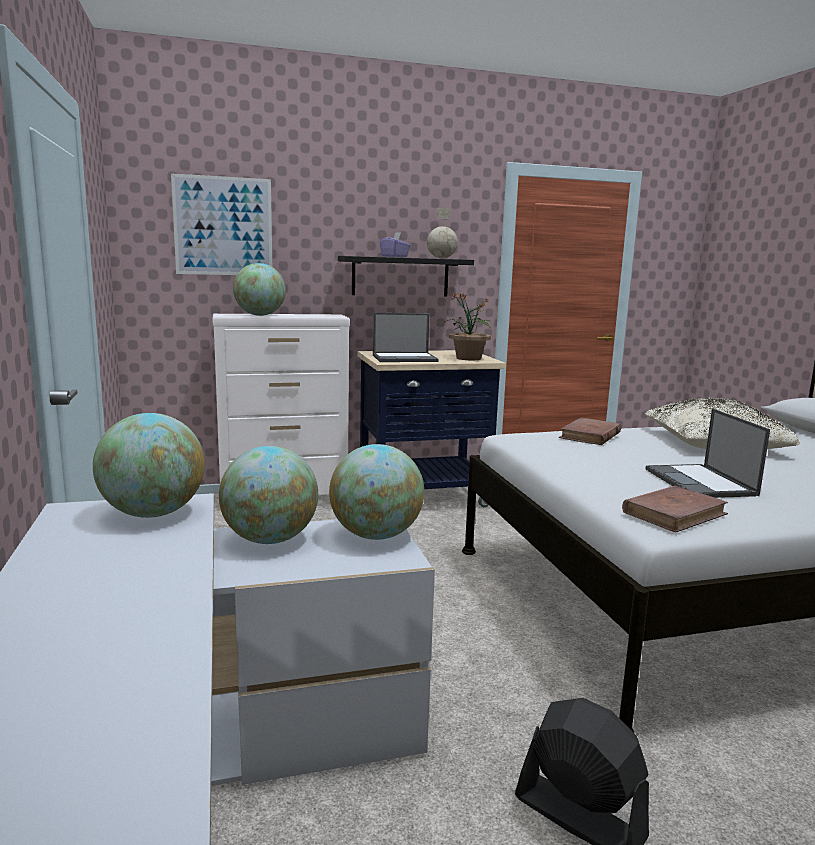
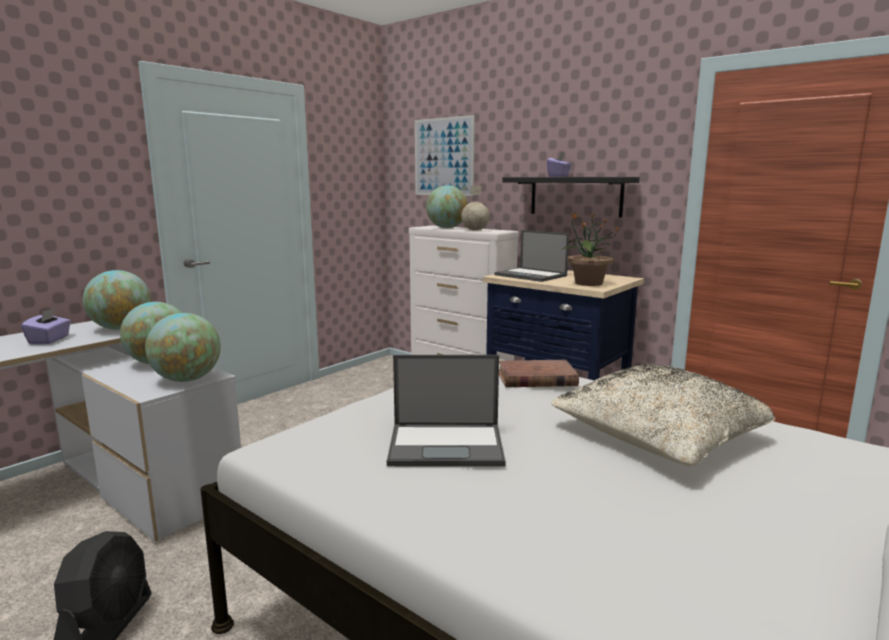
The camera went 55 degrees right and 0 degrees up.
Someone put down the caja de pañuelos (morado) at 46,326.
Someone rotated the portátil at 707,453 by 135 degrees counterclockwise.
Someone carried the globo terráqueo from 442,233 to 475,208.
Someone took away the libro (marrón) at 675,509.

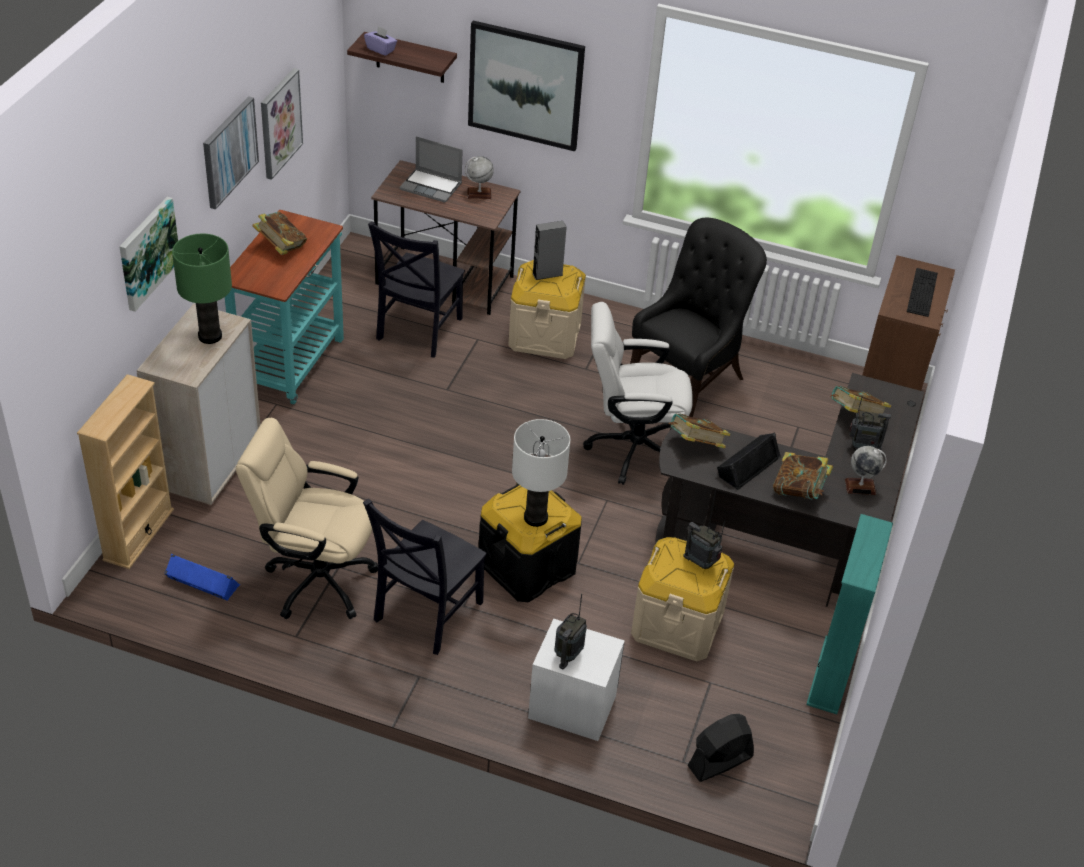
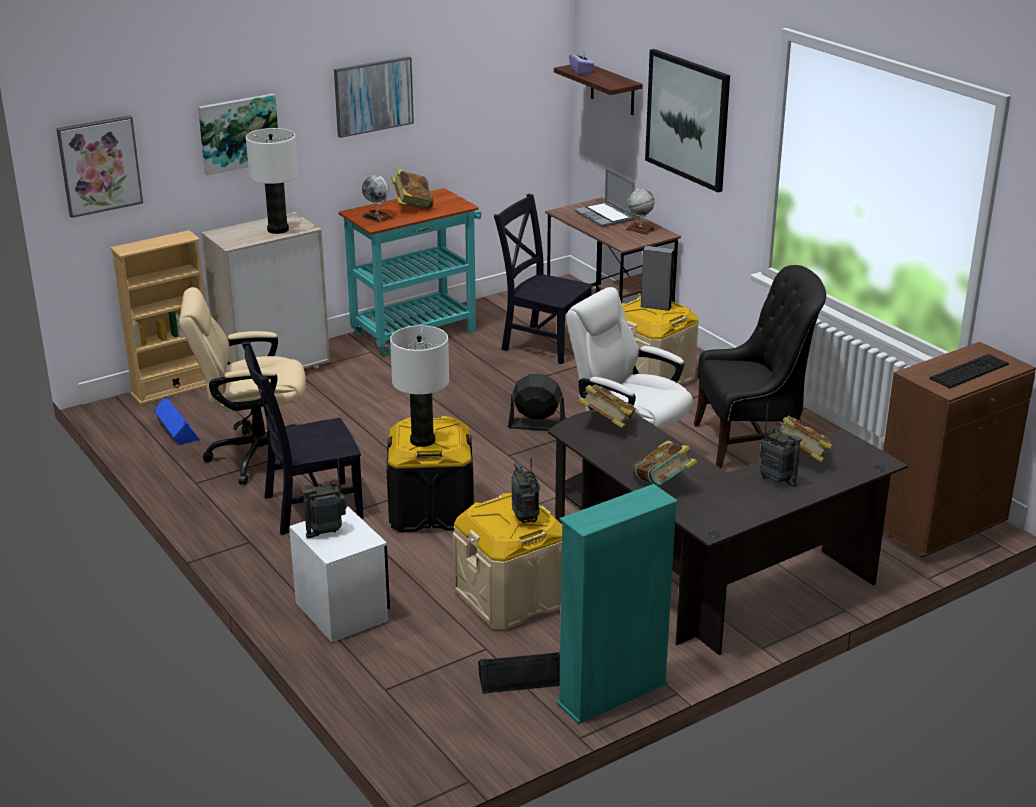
The camera went 40 degrees right and 15 degrees down.
Someone carried the cuadro from 282,124 to 99,166.
Someone rotated the silla de oficina (beis) at 307,518 by 60 degrees counterclockwise.
Someone repainted the lámpara de mesa (verde) at 202,289, which became the lámpara de mesa (blanco) at 272,181.
Someone carried the globo terráqueo from 866,470 to 377,199.
Someone carried the altavoz (negro) from 749,461 to 519,673.
Someone rotated the silla (negro) at 416,289 by 60 degrees clockwise.
Someone carried the ventilador (negro) from 720,748 to 536,402.

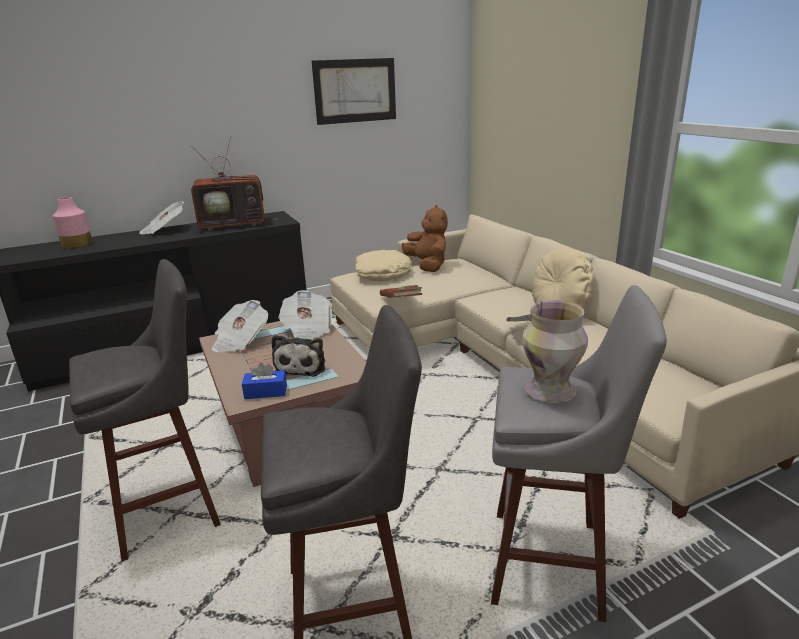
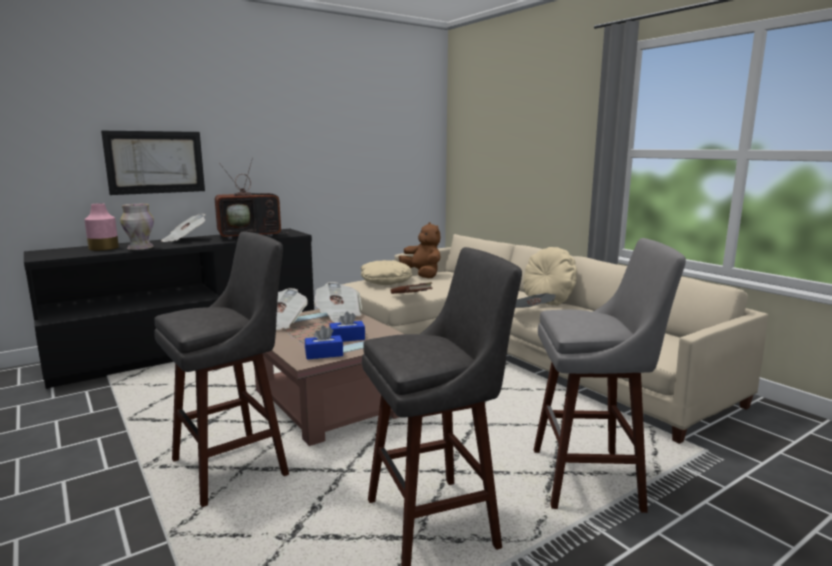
The camera went 10 degrees left and 10 degrees down.
Someone carried the cuadro from 354,91 to 153,163.
Someone carried the florero from 555,351 to 137,227.
Someone swapped the peluche at 298,356 for the caja de pañuelos (azul) at 347,327.

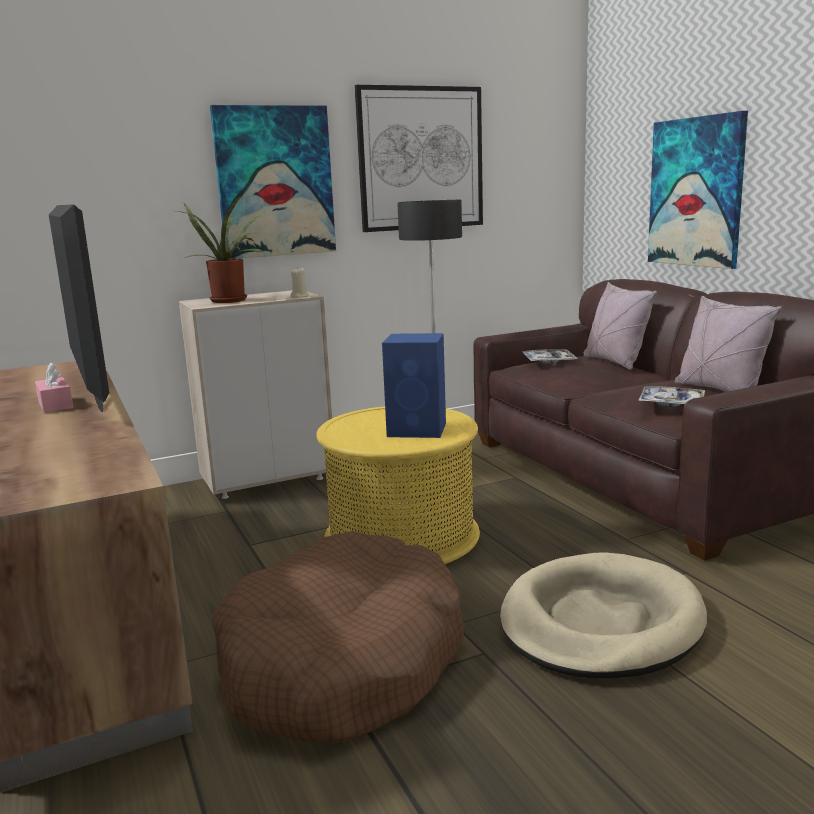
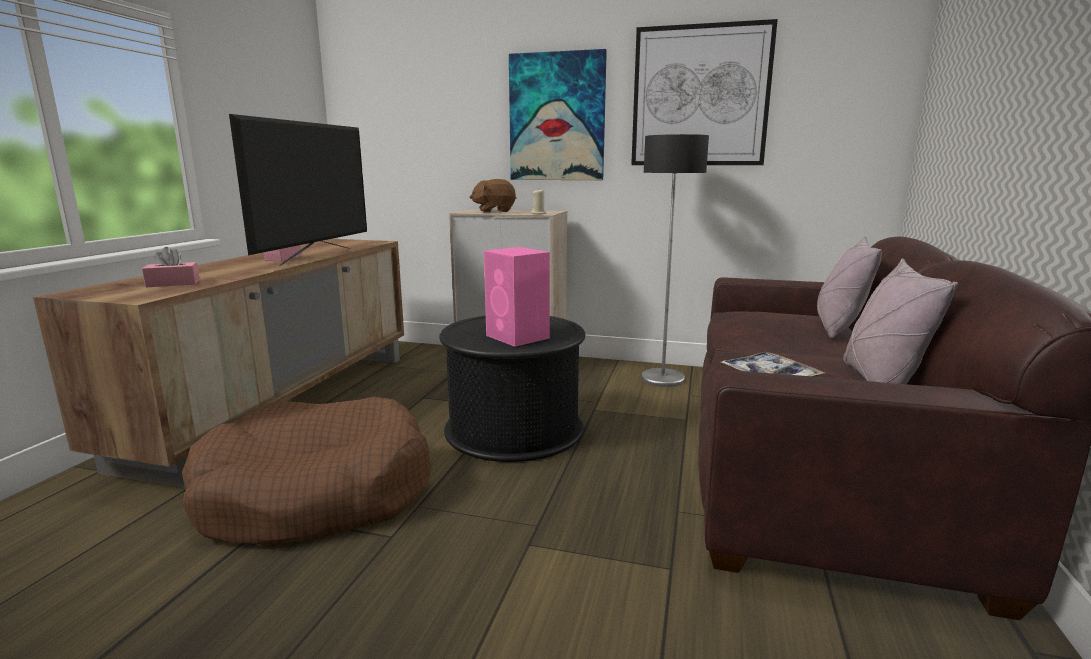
The camera went 40 degrees right and 0 degrees up.
Someone put down the caja de pañuelos (rosa) at 171,267.
Someone repainted the mesa de centro (amarillo) at 398,485, which became the mesa de centro (negro) at 512,389.
Someone swapped the planta en maceta at 221,248 for the peluche (marrón) at 493,195.
Someone repainted the altavoz (azul) at 414,385, which became the altavoz (rosa) at 517,297.
Someone took away the cama para perro (beis) at 603,615.
Someone took away the bandeja at 550,356.
Someone took away the cuadro at 698,190.

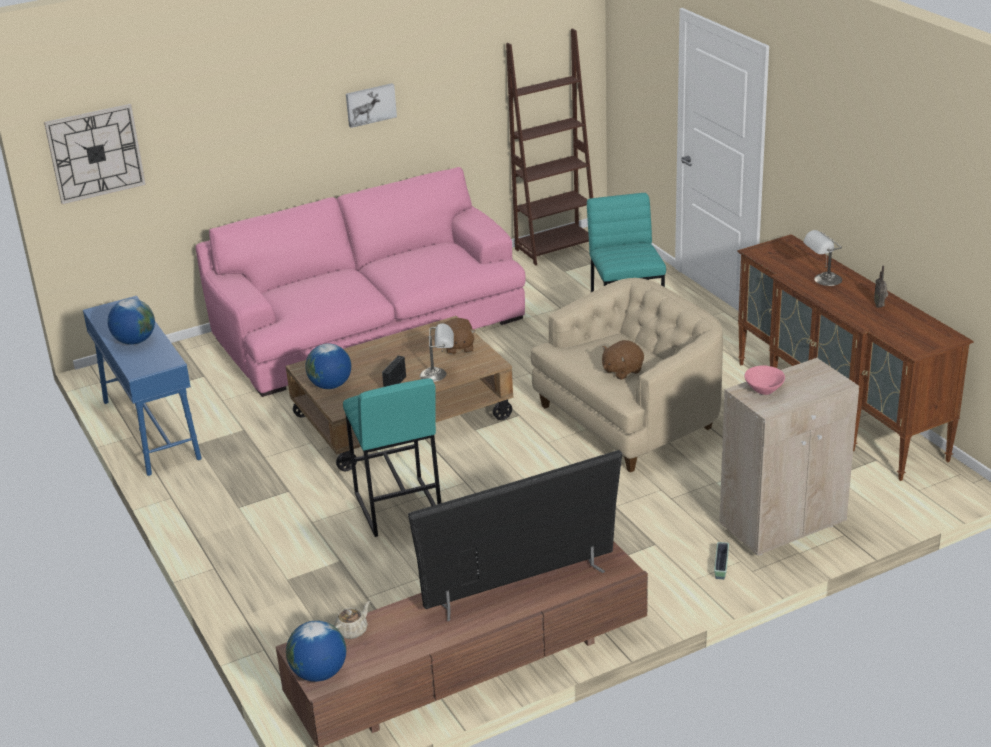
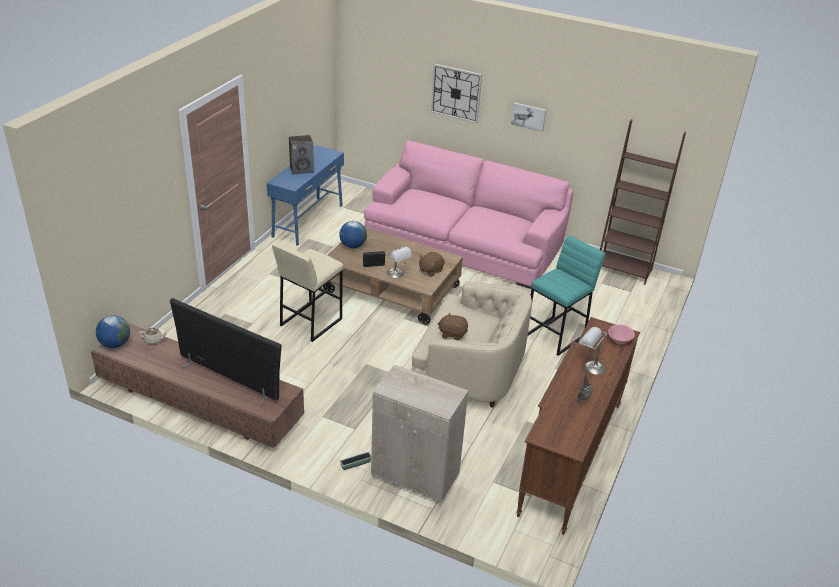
The camera went 50 degrees right and 5 degrees up.
Someone repainted the taburete (turquesa) at 392,457, which became the taburete (beis) at 307,292.
Someone swapped the globo terráqueo at 131,322 for the altavoz at 301,154.
Someone carried the reloj de pared from 95,154 to 456,94.
Someone carried the cuenco (rosa) from 765,380 to 621,335.

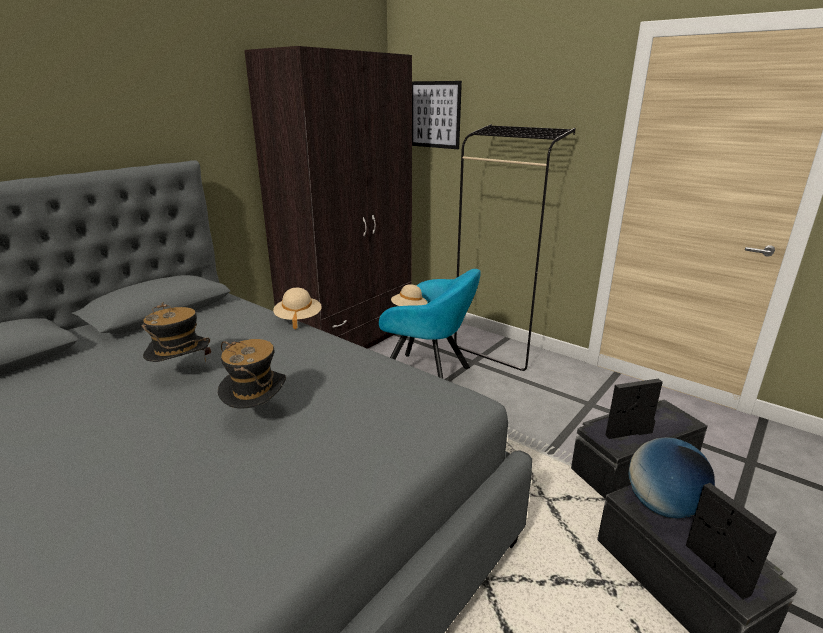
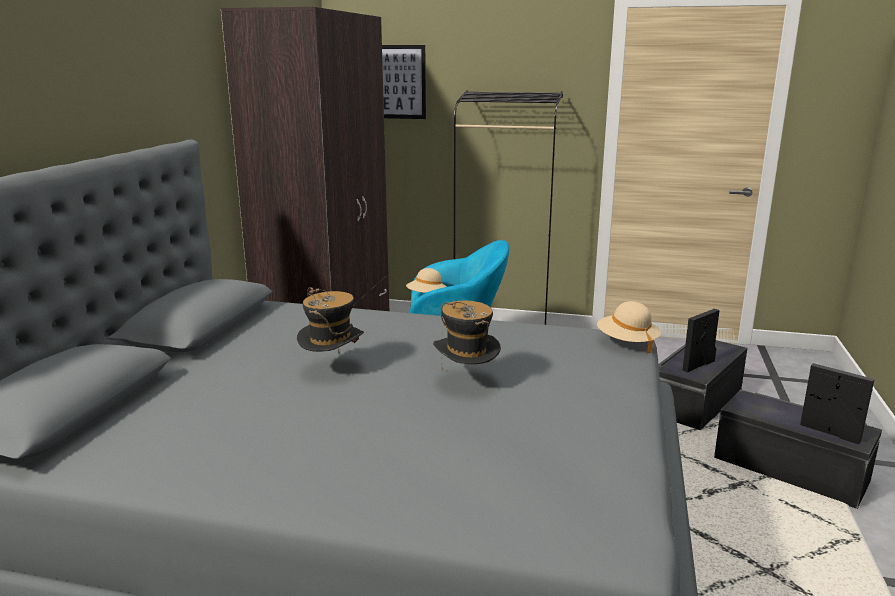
The camera went 25 degrees left and 5 degrees down.
Someone carried the sombrero (beis) from 297,308 to 629,327.
Someone took away the globo terráqueo at 672,478.

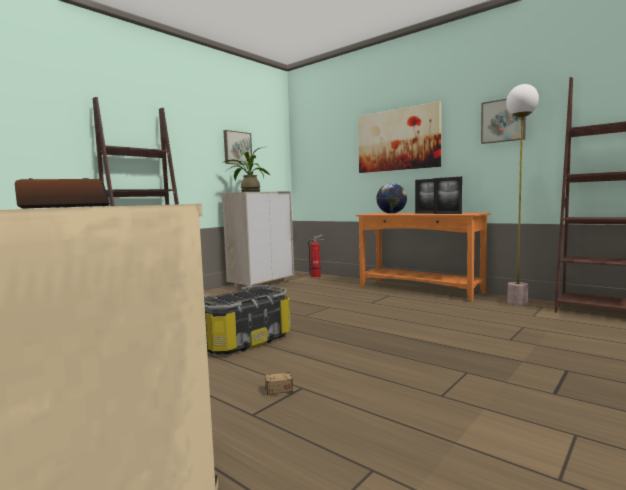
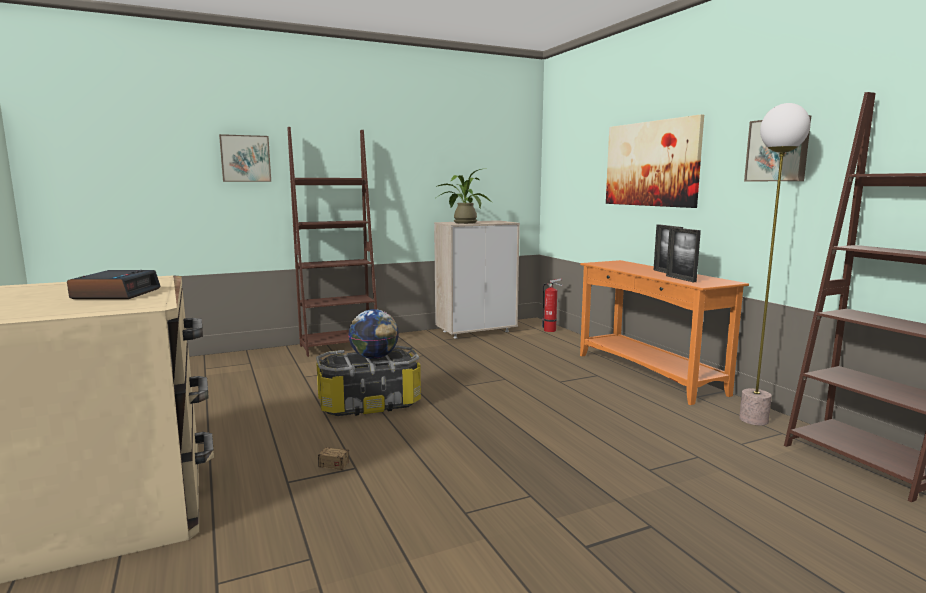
The camera went 25 degrees right and 5 degrees up.
Someone carried the cuadro from 237,147 to 245,158.
Someone carried the globo terráqueo from 391,198 to 373,334.

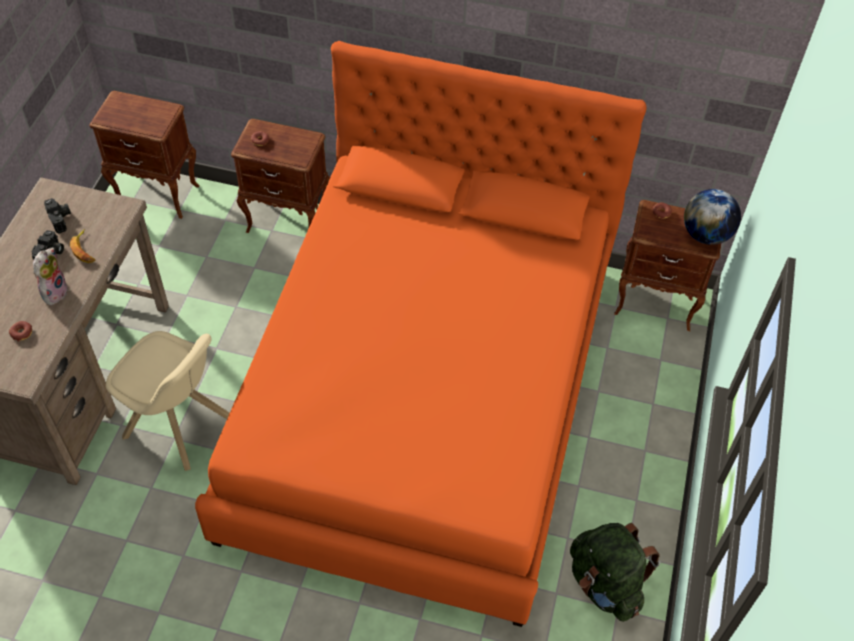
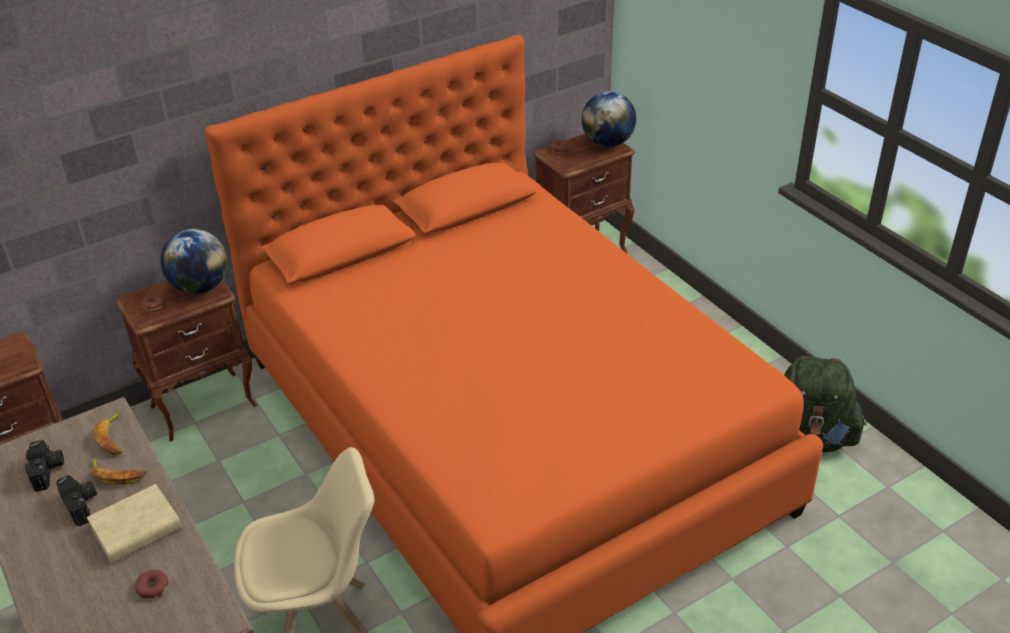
The camera went 45 degrees left and 15 degrees down.
Someone rotated the cámara at 57,216 by 60 degrees clockwise.
Someone swapped the peluche at 51,276 for the libro (beis) at 134,523.
Someone put down the plátano at 108,433.
Someone put down the globo terráqueo at 194,261.

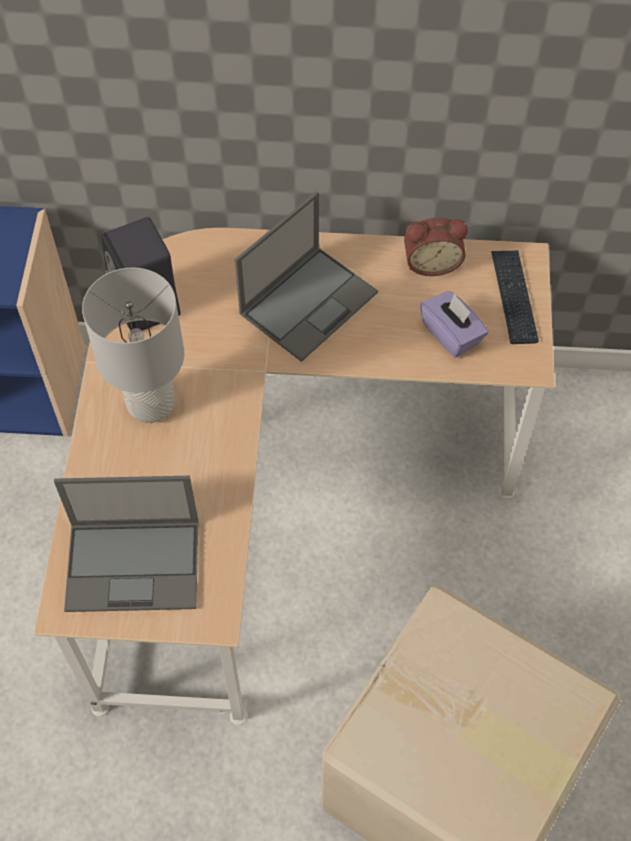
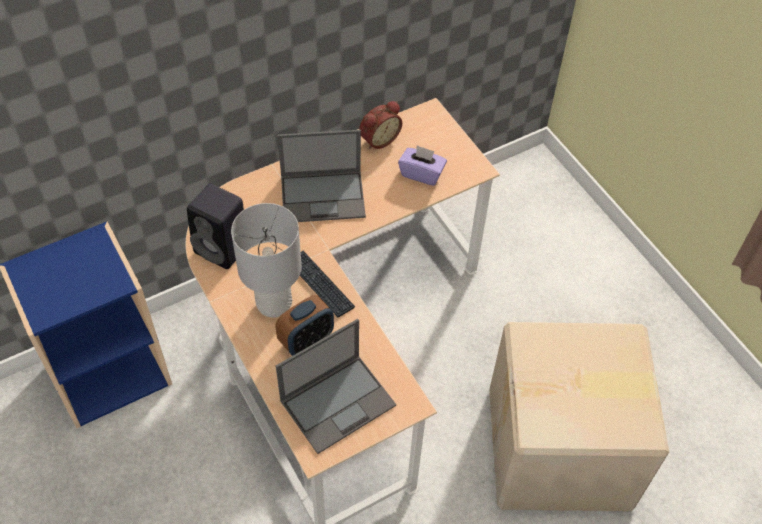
The camera went 35 degrees left and 5 degrees down.
Someone put down the despertador at 304,325.
Someone rotated the portátil at 306,276 by 75 degrees clockwise.
Someone carried the teclado from 515,297 to 327,284.

